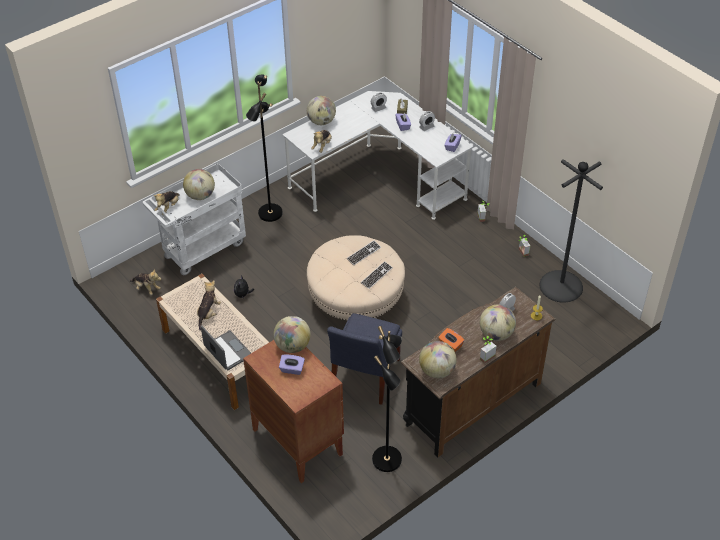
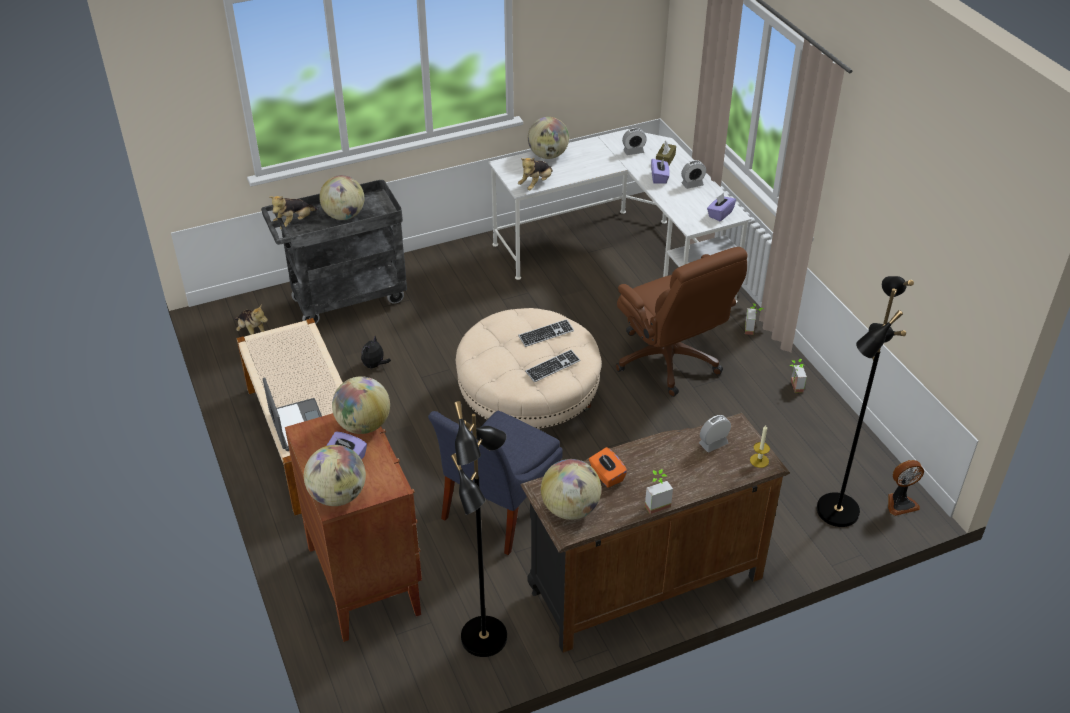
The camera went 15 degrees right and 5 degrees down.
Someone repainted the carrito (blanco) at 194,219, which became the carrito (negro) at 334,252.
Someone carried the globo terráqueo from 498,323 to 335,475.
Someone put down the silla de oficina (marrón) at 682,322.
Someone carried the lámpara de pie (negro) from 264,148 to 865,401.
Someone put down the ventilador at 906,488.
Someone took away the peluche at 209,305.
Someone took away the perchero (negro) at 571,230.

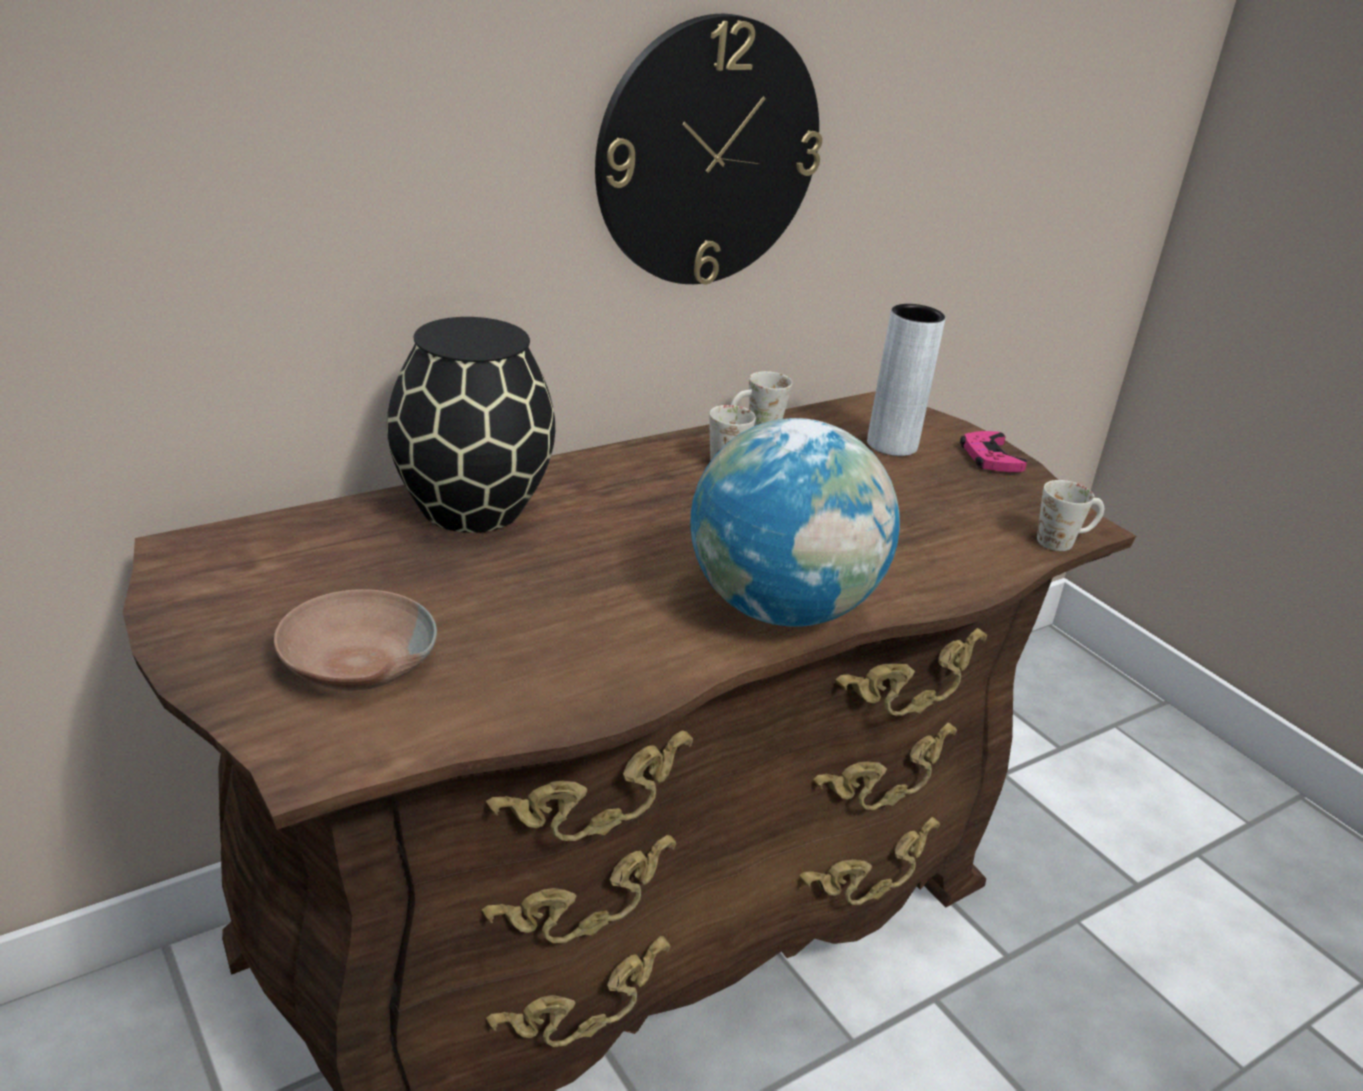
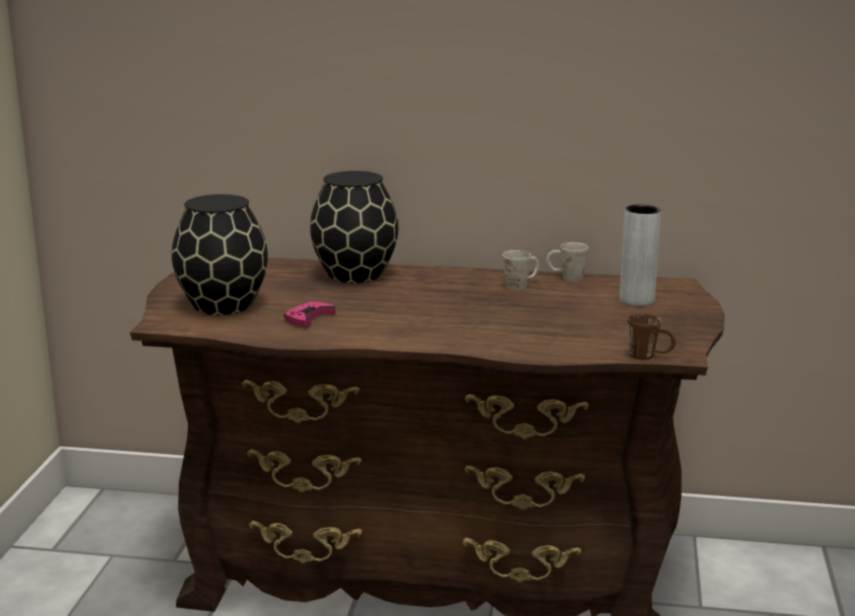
The camera went 45 degrees right and 10 degrees down.
Someone swapped the cuenco (marrón) at 355,640 for the florero (negro) at 220,254.
Someone carried the mando de consola (rosa) from 993,451 to 309,314.
Someone repainted the taza grande (blanco) at 1070,515, which became the taza grande (marrón) at 651,336.
Someone took away the reloj de pared at 708,149.
Someone took away the globo terráqueo at 795,522.

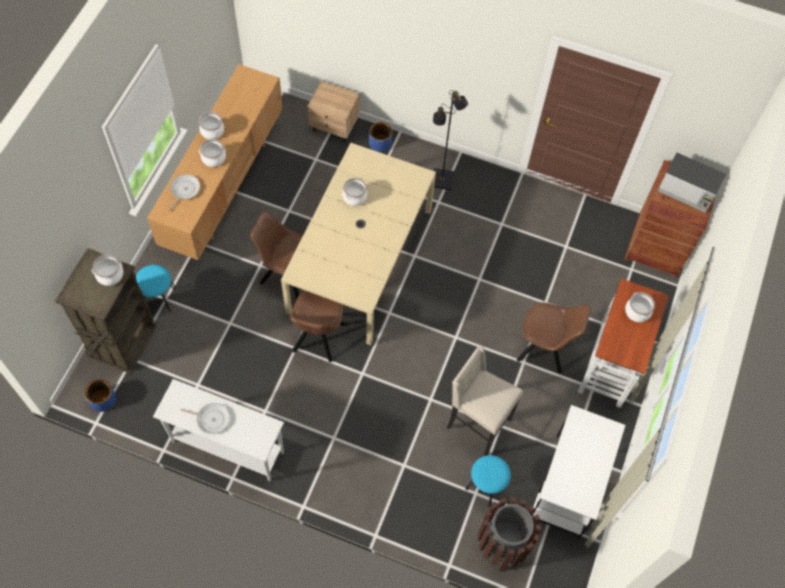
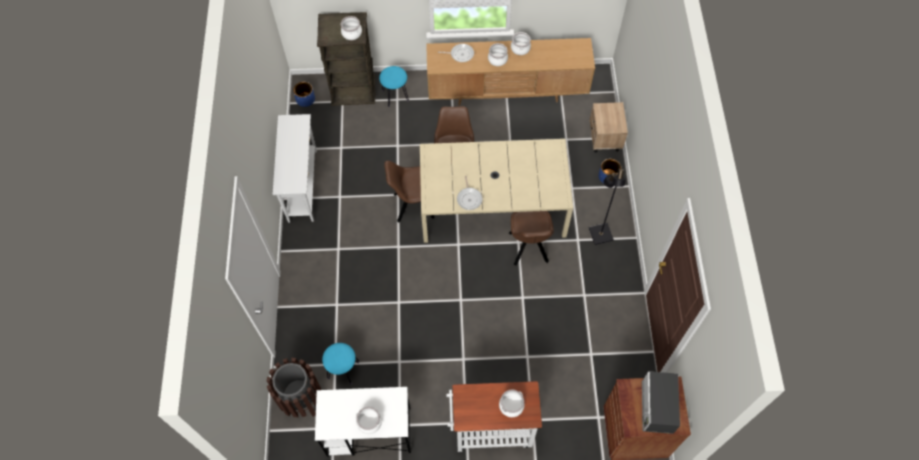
The camera went 70 degrees right and 0 degrees up.
Someone carried the olla from 355,192 to 368,420.
Someone carried the sartén from 205,418 to 470,193.
Someone carried the silla (marrón) from 553,337 to 531,238.
Someone took away the taburete (beis) at 485,400.

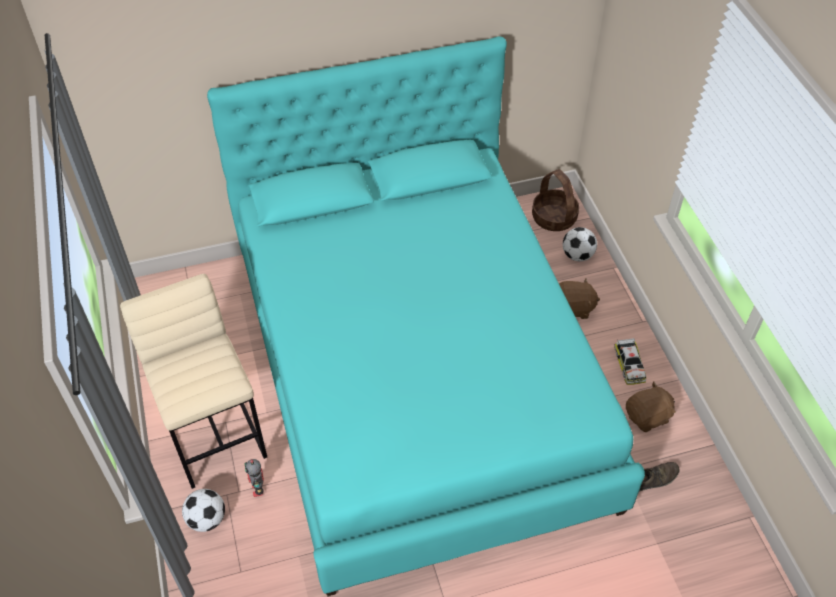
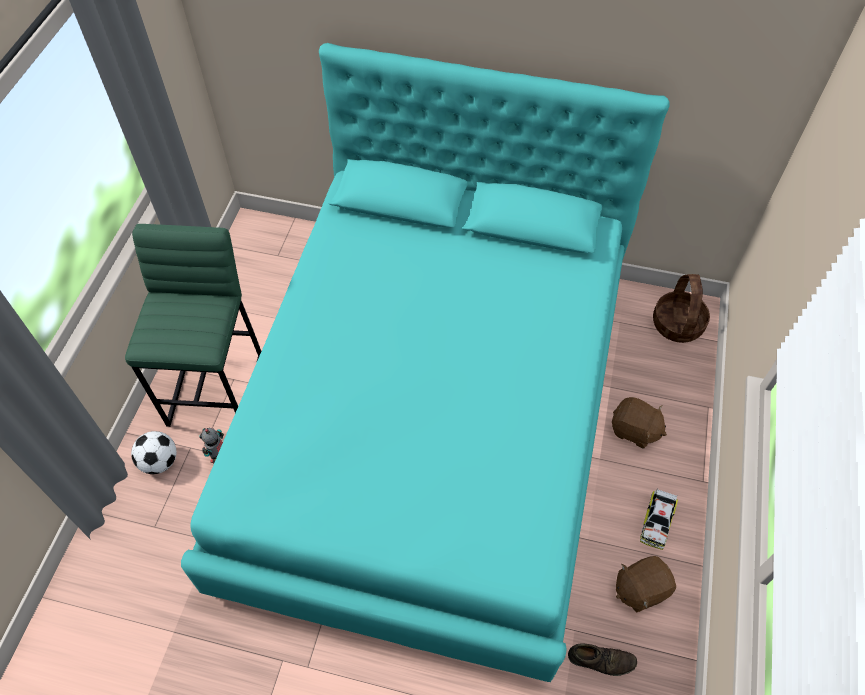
The camera went 30 degrees right and 5 degrees up.
Someone repainted the taburete (beis) at 193,381, which became the taburete (verde) at 193,325.
Someone rotated the peluche (marrón) at 651,406 by 150 degrees clockwise.
Someone took away the balón de fútbol at 580,244.

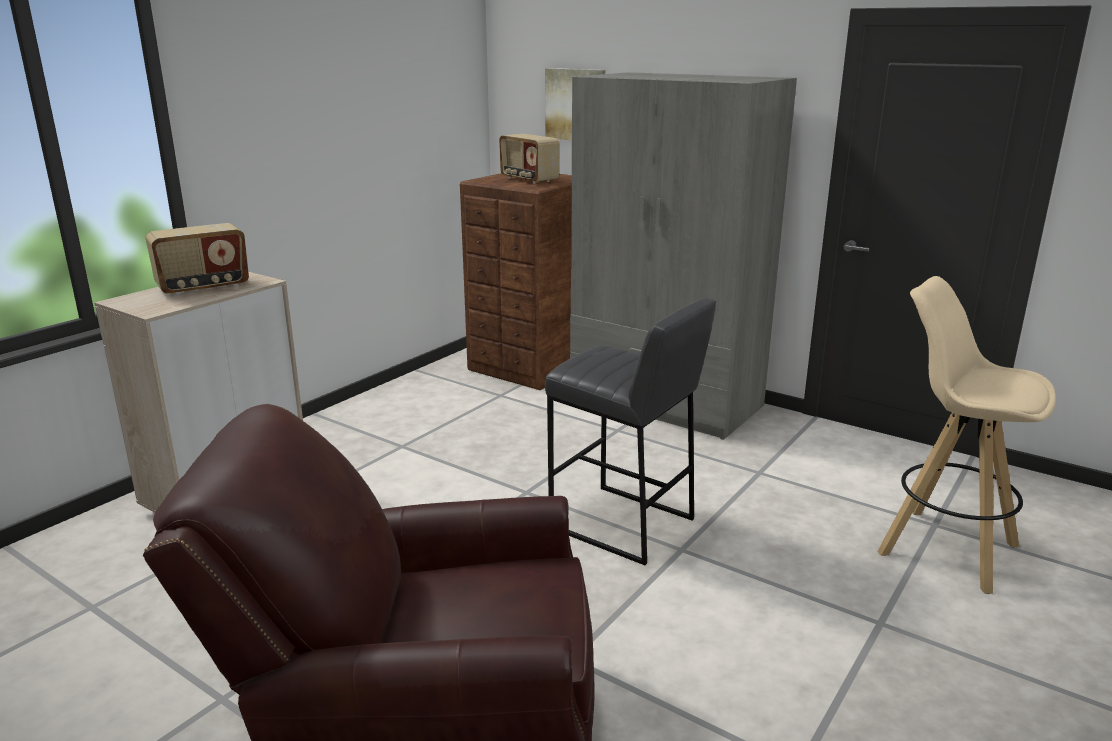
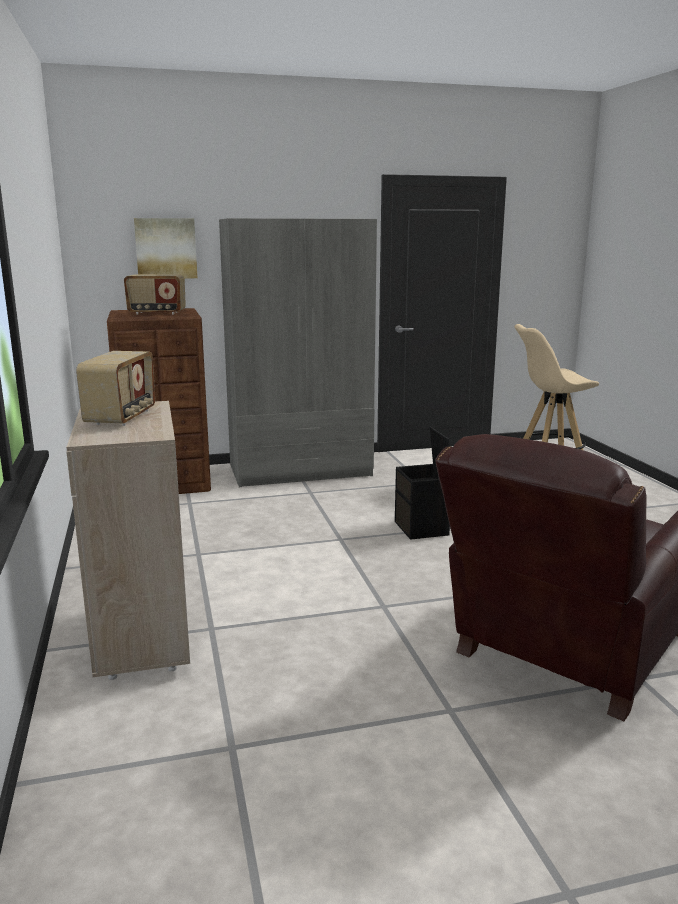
The camera went 50 degrees left and 5 degrees down.
Someone swapped the taburete (gris) at 630,431 for the caja de almacenaje (negro) at 422,483.

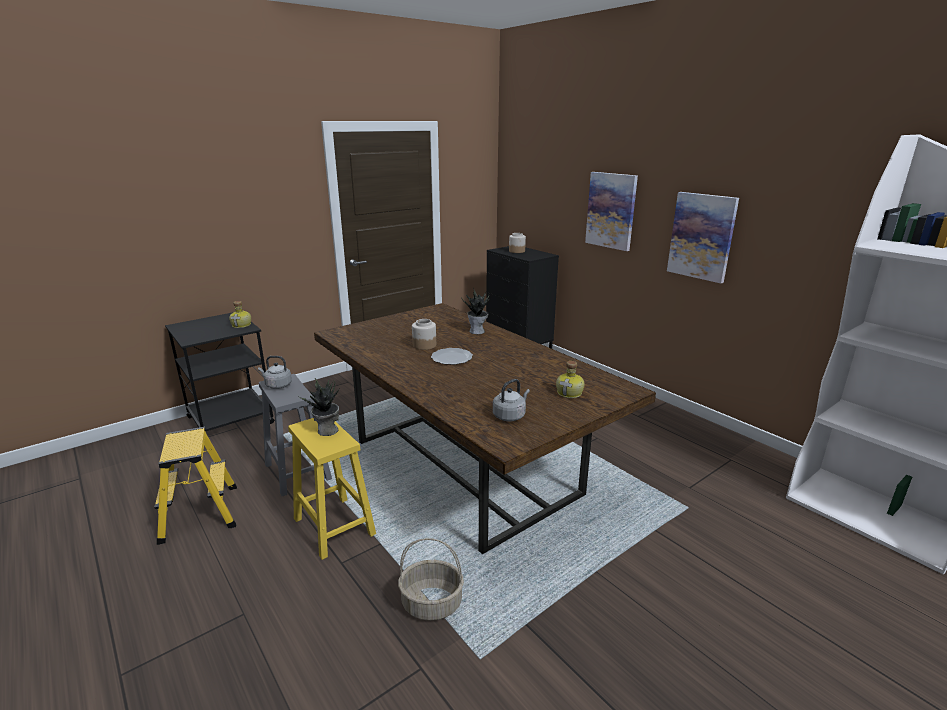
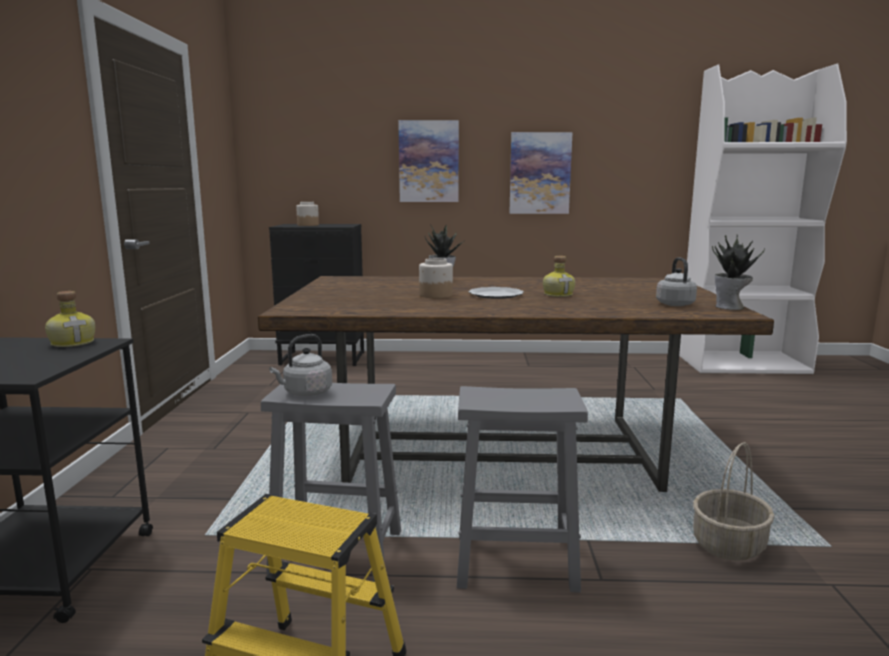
The camera went 50 degrees left and 10 degrees down.
Someone repainted the taburete (amarillo) at 332,489, which became the taburete (gris) at 522,489.
Someone carried the botella from 570,379 to 559,276.
Someone carried the planta en maceta from 319,407 to 738,272.

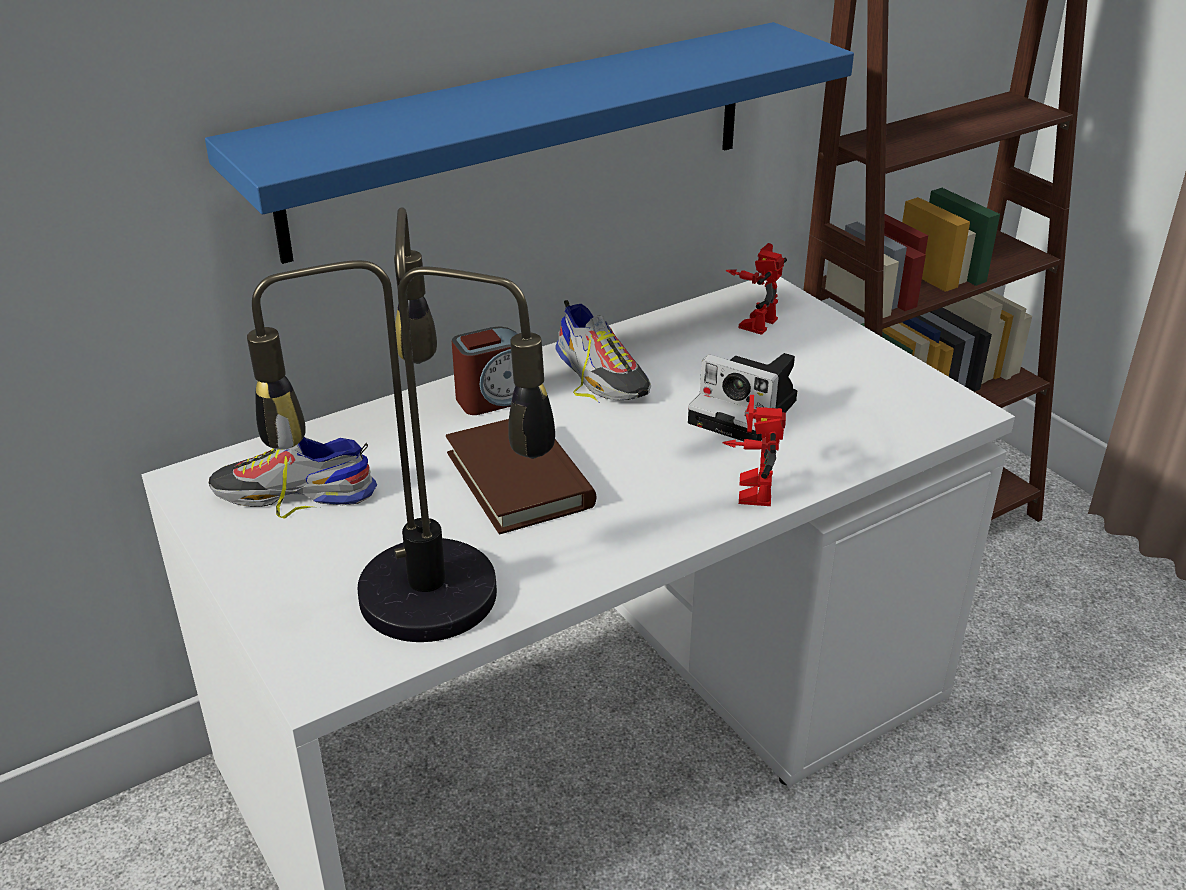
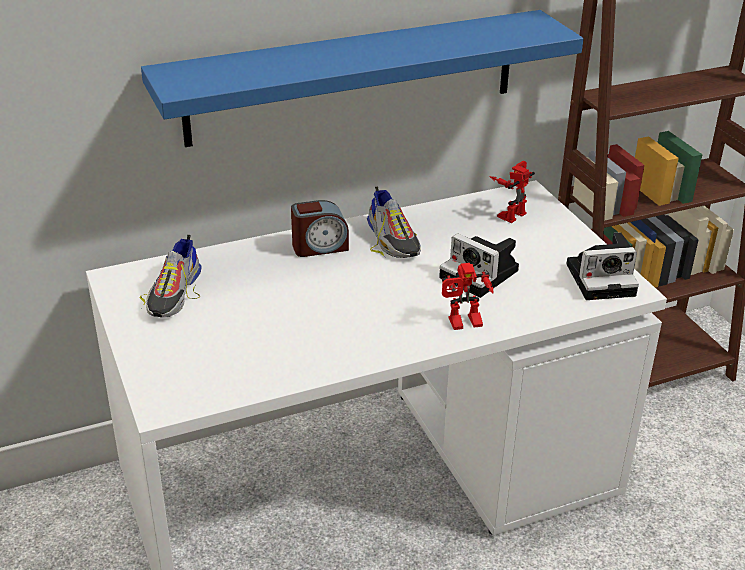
The camera went 10 degrees right and 0 degrees up.
Someone rotated the zapato at 293,478 by 90 degrees counterclockwise.
Someone rotated the robot de juguete at 754,450 by 120 degrees counterclockwise.
Someone put down the cámara at 602,266.
Someone took away the lámpara de mesa at 401,424.
Someone took away the libro (marrón) at 521,476.

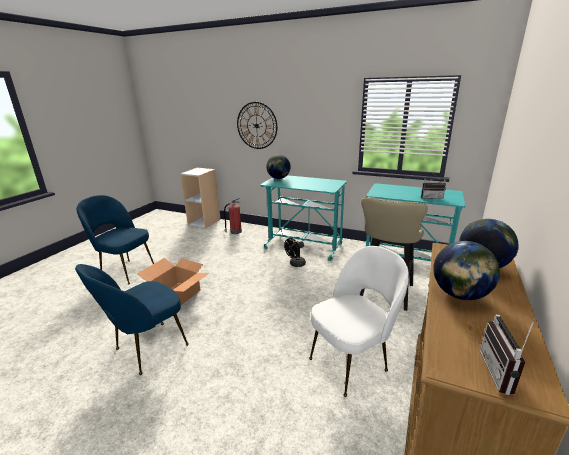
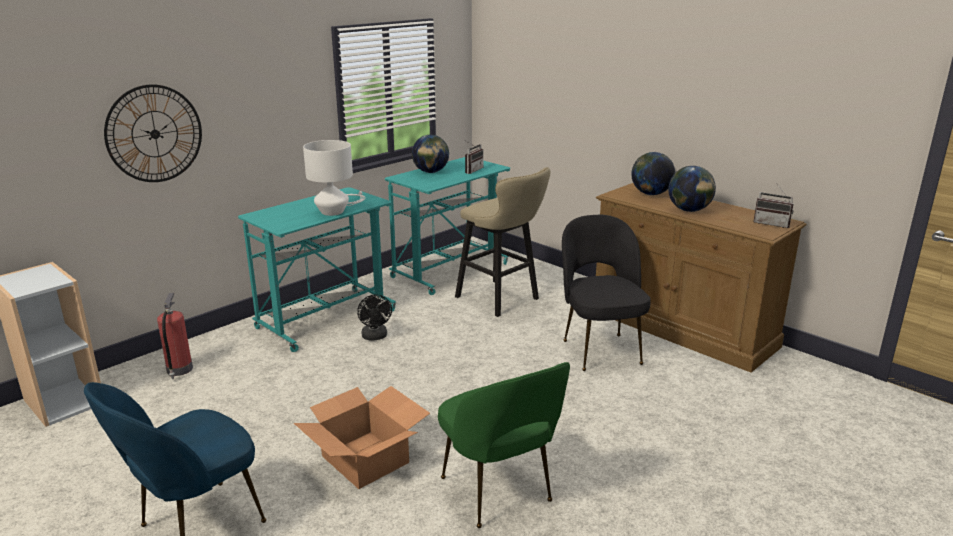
The camera went 70 degrees left and 0 degrees up.
Someone put down the lámpara de mesa (blanco) at 334,178.
Someone carried the globo terráqueo from 278,166 to 430,154.
Someone repainted the silla (azul) at 132,319, which became the silla (verde) at 504,445.
Someone repainted the silla (blanco) at 359,321, which became the silla (negro) at 606,293.

